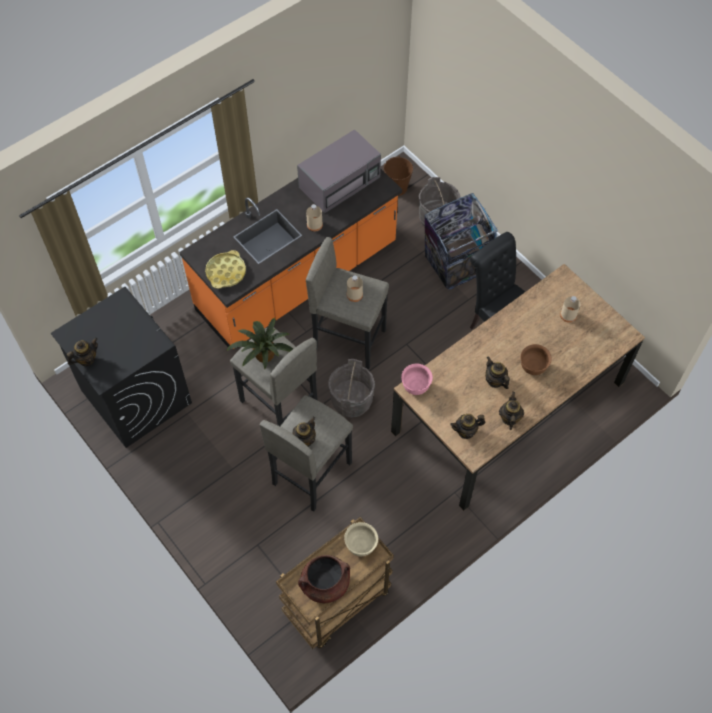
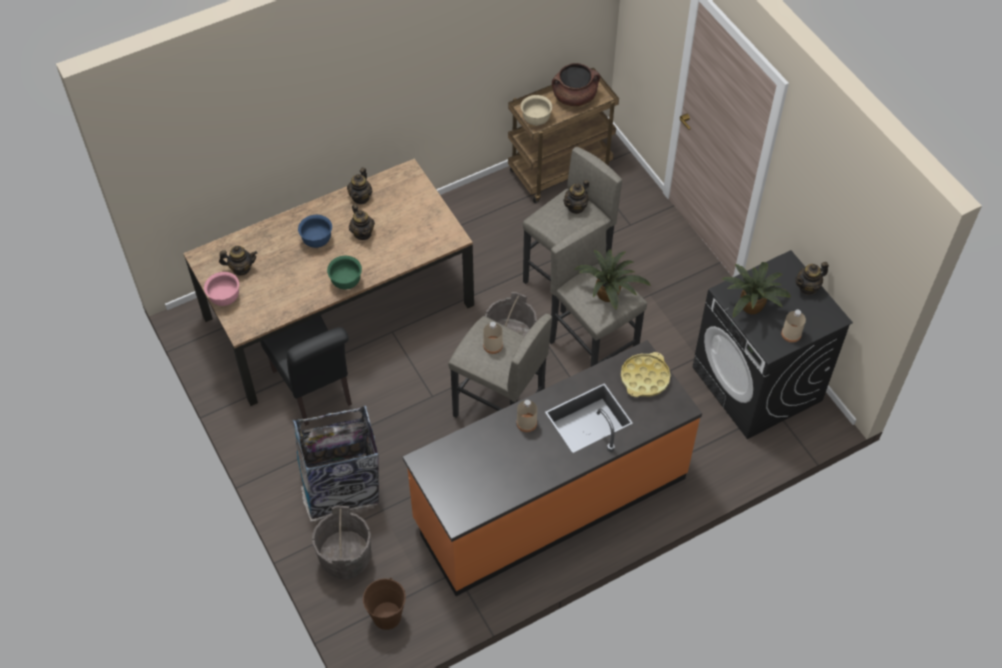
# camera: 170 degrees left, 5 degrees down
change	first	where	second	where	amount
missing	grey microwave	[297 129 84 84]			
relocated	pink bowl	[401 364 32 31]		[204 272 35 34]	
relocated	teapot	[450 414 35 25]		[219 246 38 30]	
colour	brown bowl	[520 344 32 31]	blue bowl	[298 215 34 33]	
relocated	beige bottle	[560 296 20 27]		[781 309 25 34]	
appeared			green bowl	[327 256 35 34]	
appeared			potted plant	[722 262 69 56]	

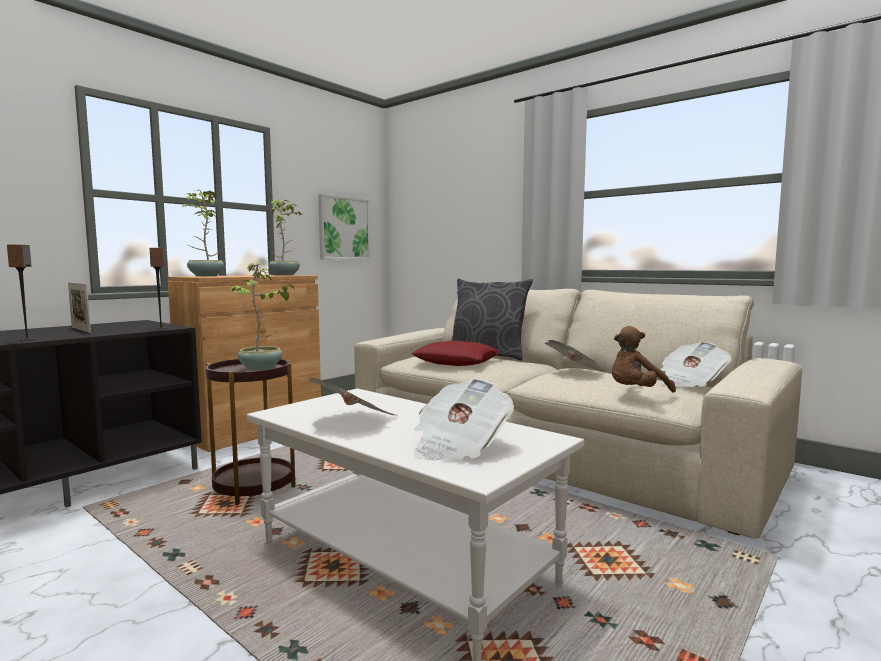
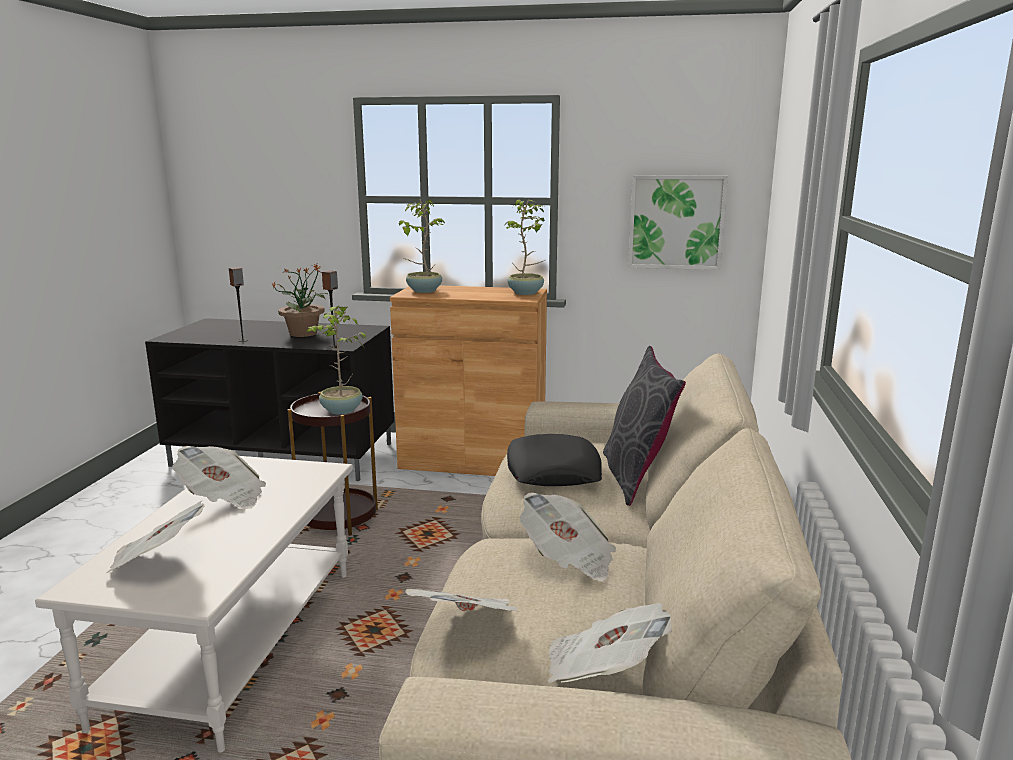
# camera: 60 degrees right, 10 degrees up
change	first	where	second	where	amount
exchanged	picture frame	[68 282 23 51]	potted plant	[270 264 59 73]	
colour	red pillow	[411 340 90 26]	black pillow	[507 434 95 52]	
exchanged	brown plush toy	[612 326 64 67]	newspaper	[405 589 114 23]	

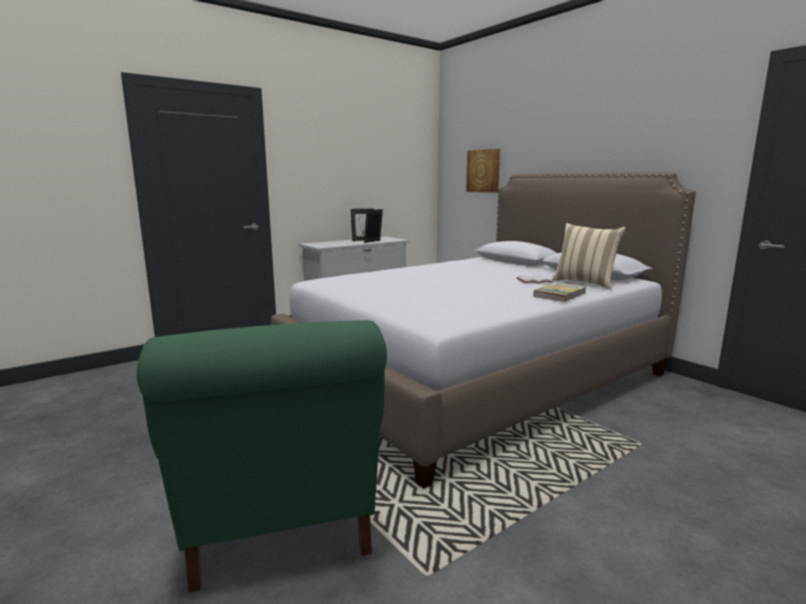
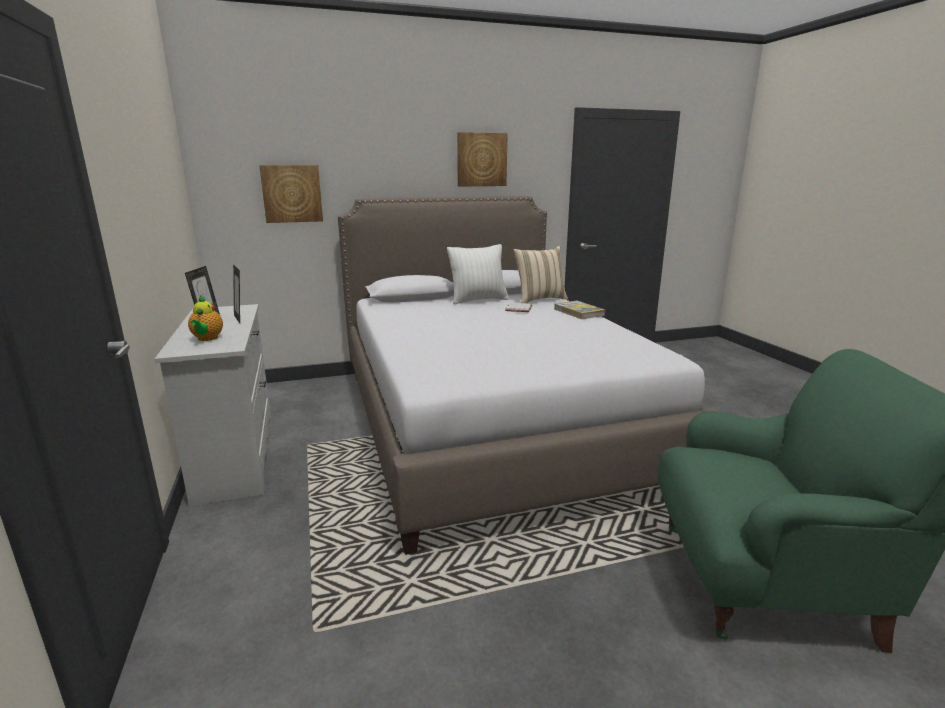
# camera: 70 degrees left, 5 degrees up
change	first	where	second	where	amount
appeared			teapot	[188 295 35 46]	
appeared			white pillow	[447 244 62 60]	
appeared			picture	[457 132 51 54]	

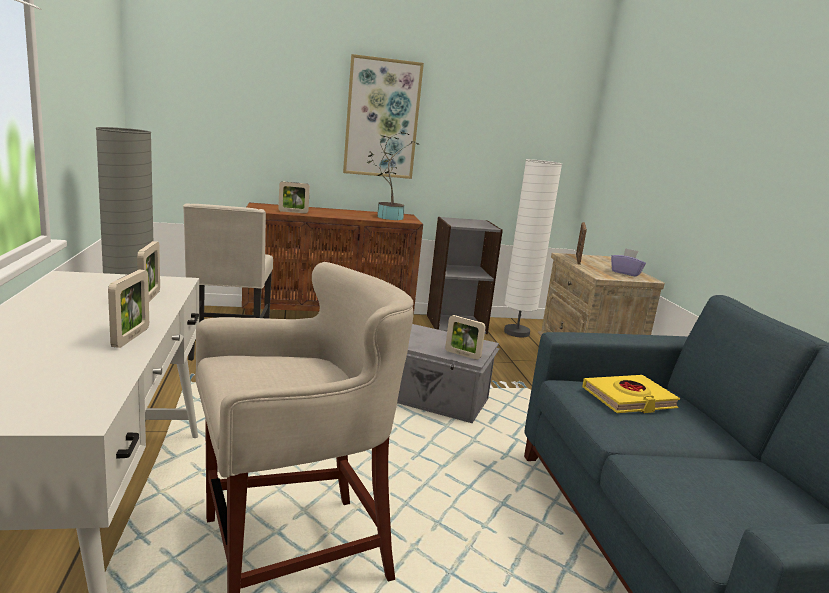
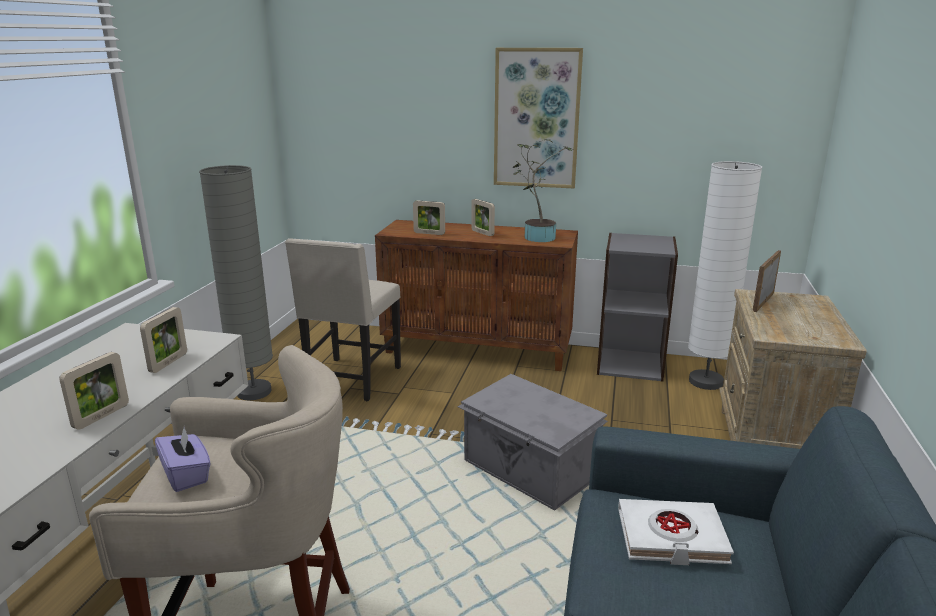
# camera: 25 degrees right, 5 degrees up
change	first	where	second	where	amount
relocated	picture frame	[445 315 41 45]		[471 199 24 37]	
colour	yellow book	[582 375 98 38]	white book	[618 499 116 66]	
relocated	purple tissue box	[611 248 35 29]		[155 428 56 64]	

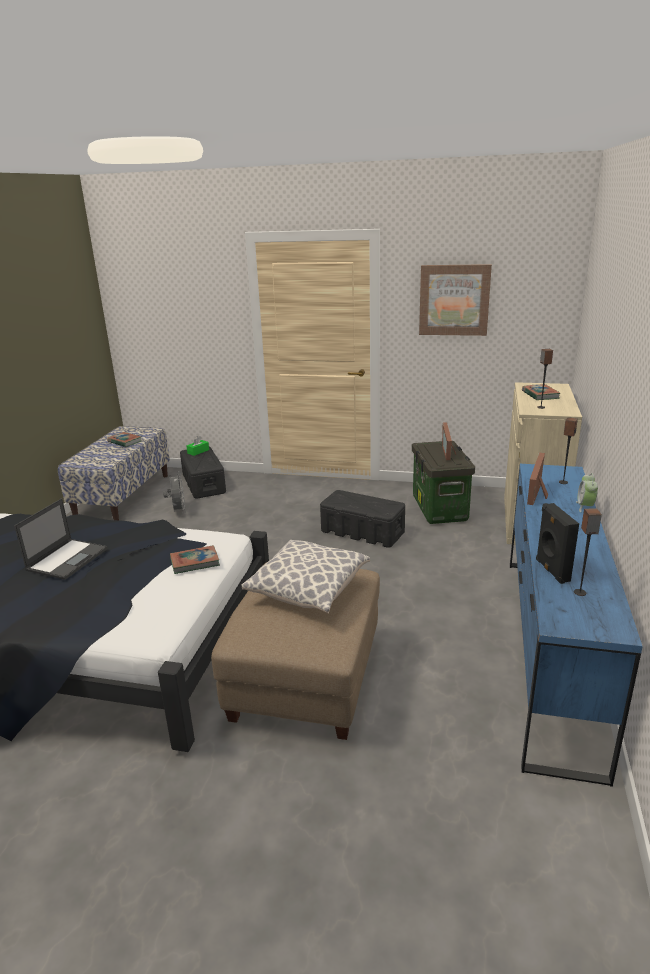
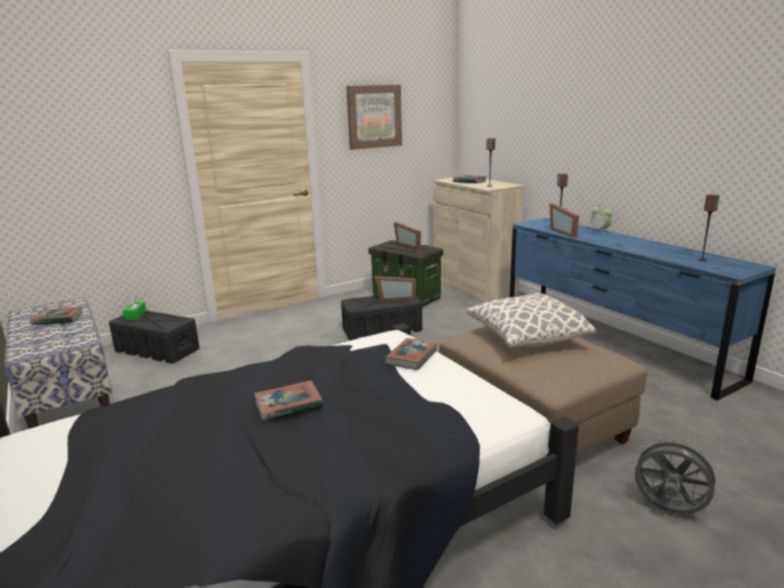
# camera: 45 degrees left, 5 degrees down
change	first	where	second	where	amount
exchanged	laptop	[14 498 94 82]	book	[254 380 69 42]	
relocated	grey fan	[163 471 23 42]		[632 437 90 77]	
missing	black speaker	[536 503 43 81]			
appeared			picture frame	[375 276 41 25]	

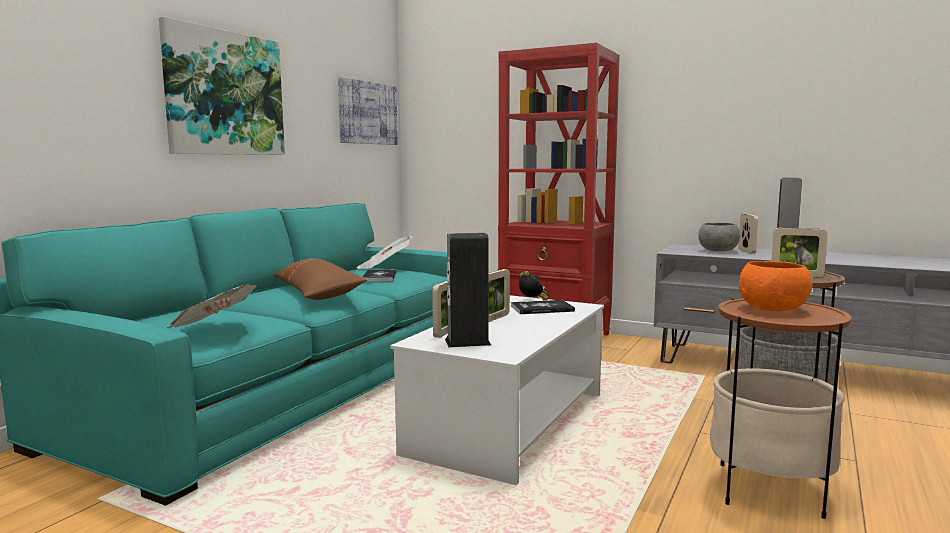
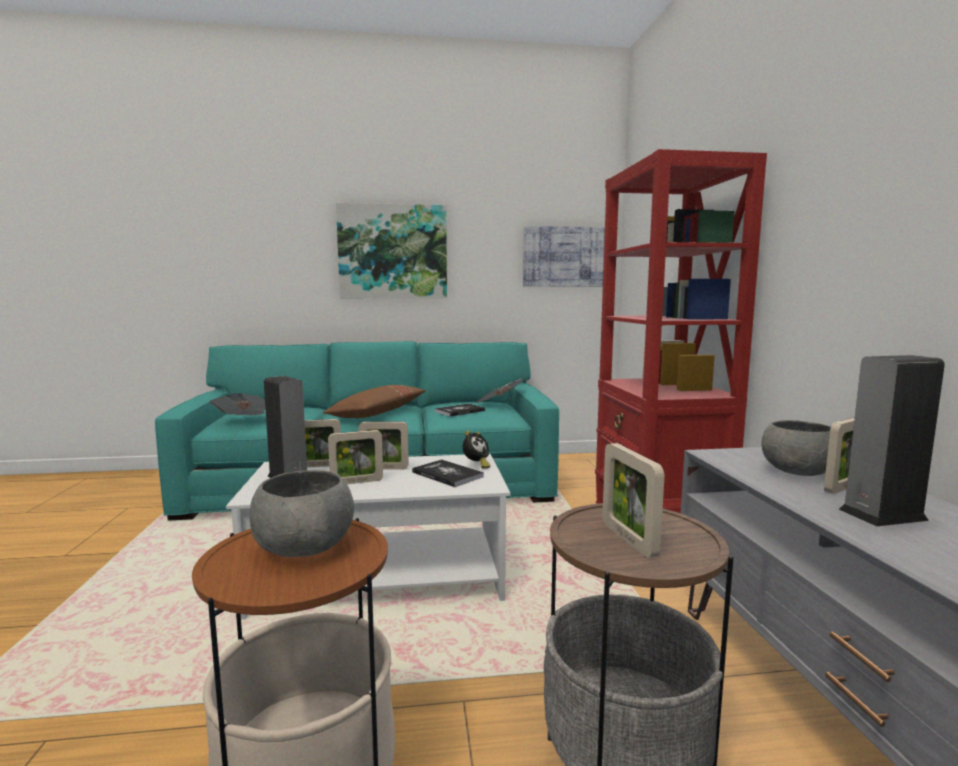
# camera: 55 degrees right, 0 degrees up
change	first	where	second	where	amount
colour	orange bowl	[739 261 74 50]	grey bowl	[250 470 104 87]	
appeared			picture frame	[328 430 55 54]	

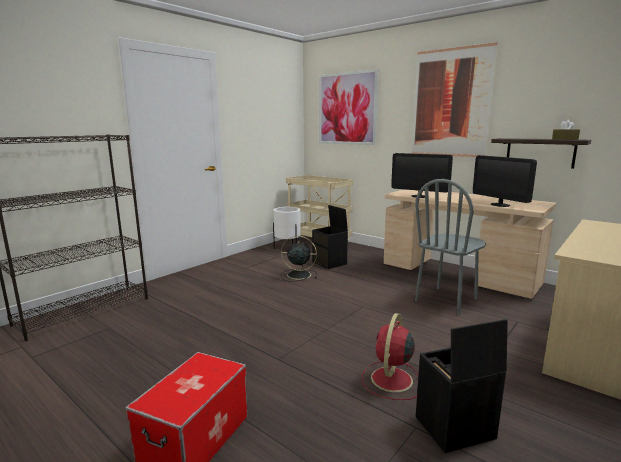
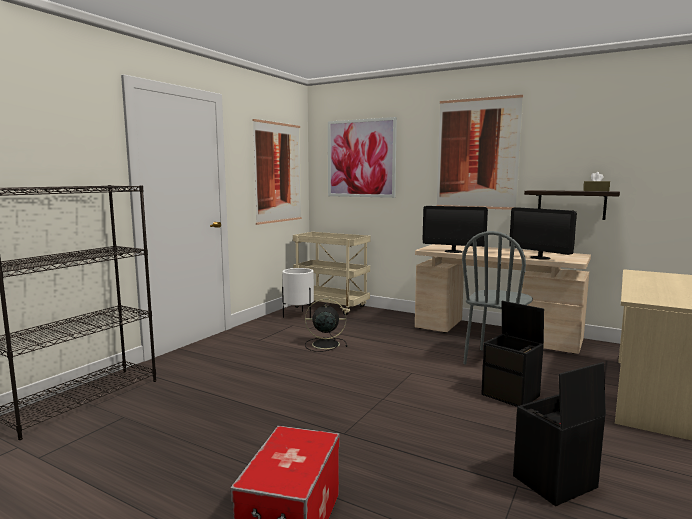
# camera: 10 degrees left, 5 degrees down
change	first	where	second	where	amount
relocated	black storage box	[312 205 36 64]		[481 301 63 106]	
missing	red fan	[362 313 56 87]			
appeared			picture	[252 119 50 106]	

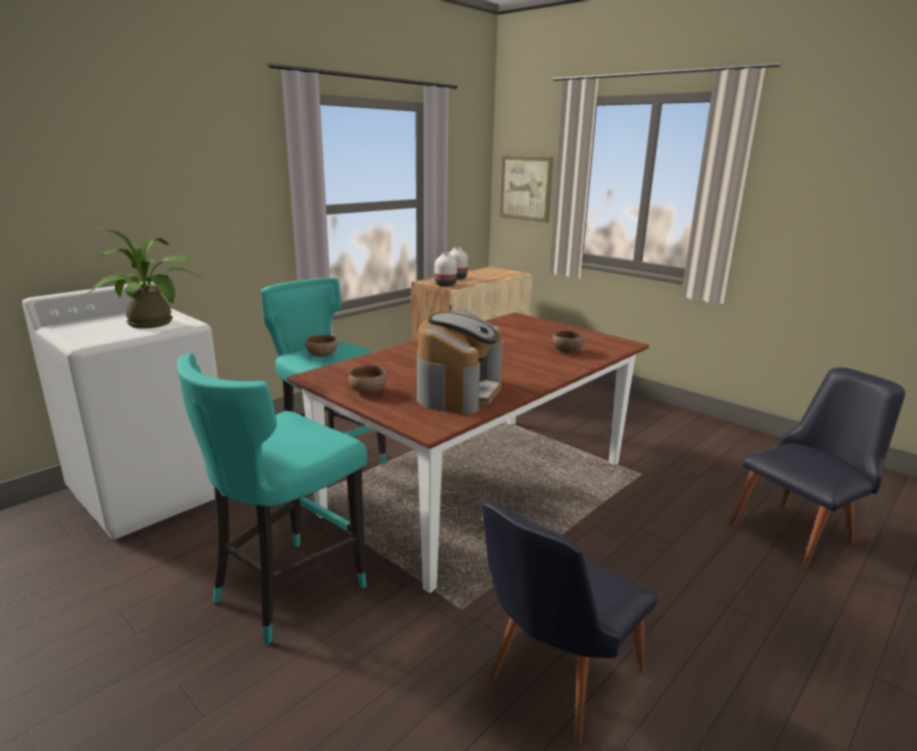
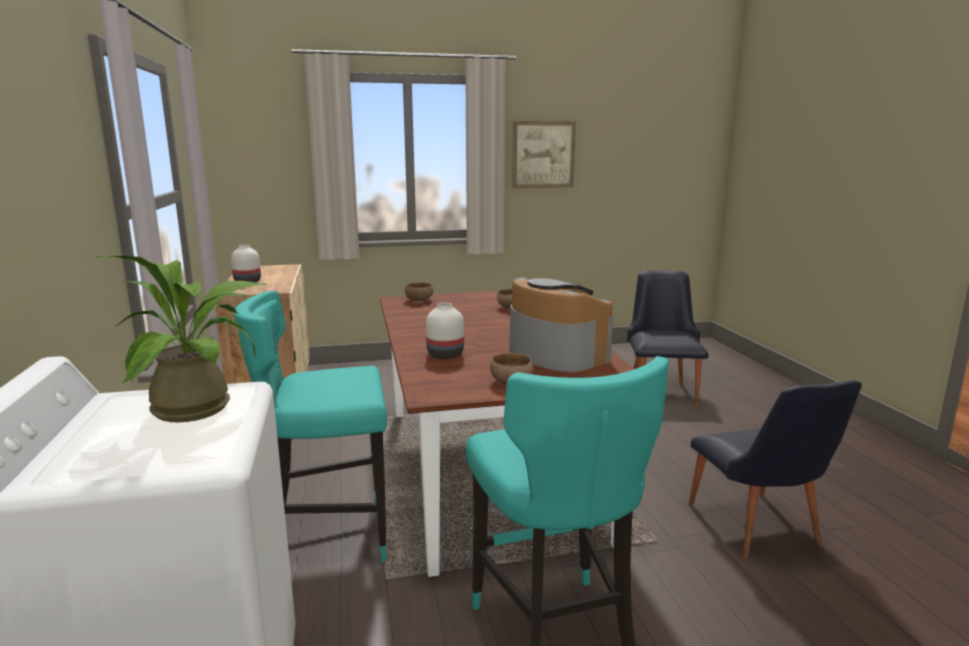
# camera: 55 degrees left, 5 degrees down
change	first	where	second	where	amount
relocated	brown bowl	[306 335 32 22]		[405 282 28 19]	
relocated	white vase	[435 253 22 33]		[426 302 38 57]	
relocated	picture	[500 156 53 67]		[512 121 64 67]	

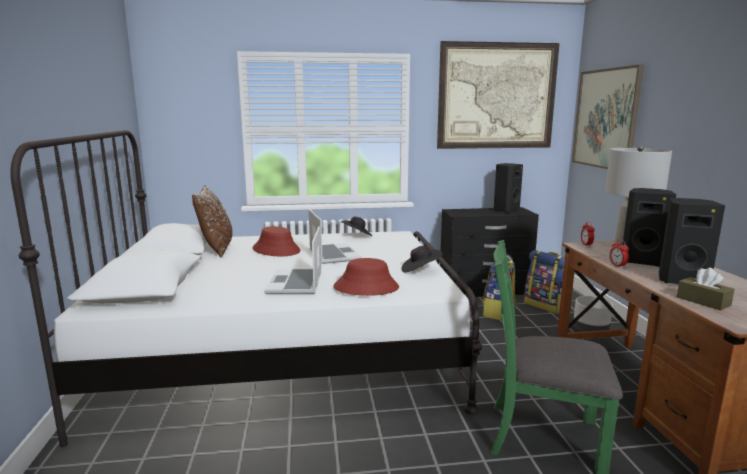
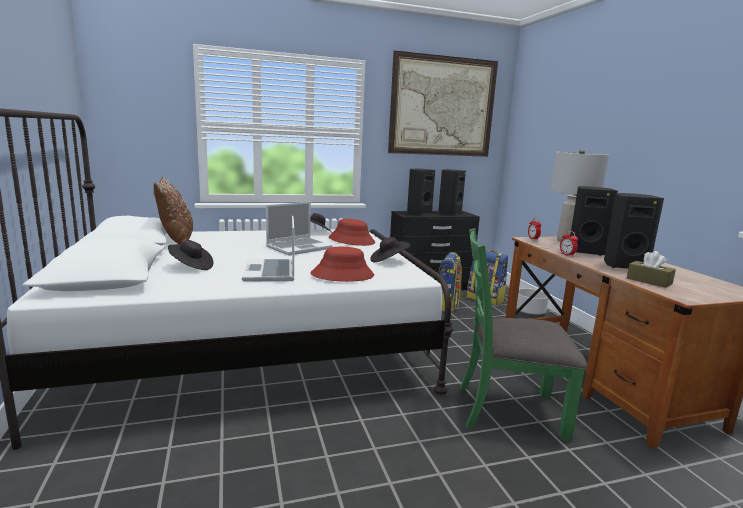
# camera: 10 degrees left, 0 degrees up
change	first	where	second	where	amount
relocated	red hat	[253 226 47 30]		[329 219 46 27]	
spun	laptop	[309 209 53 55]		[266 202 66 54]	75 degrees clockwise
missing	picture	[572 64 72 105]			
appeared			black hat	[168 240 45 30]	
appeared			black speaker	[407 169 28 46]	

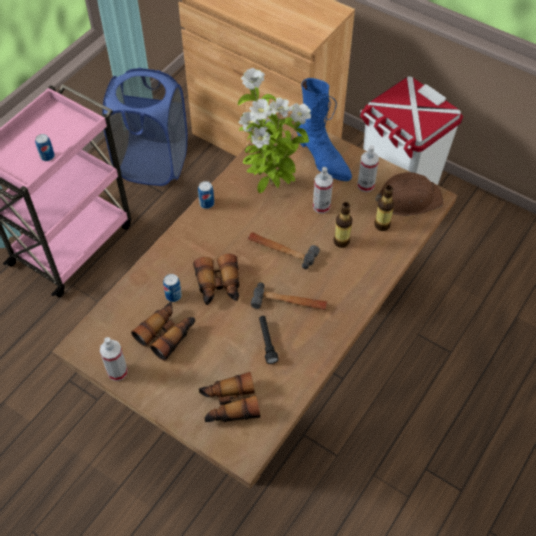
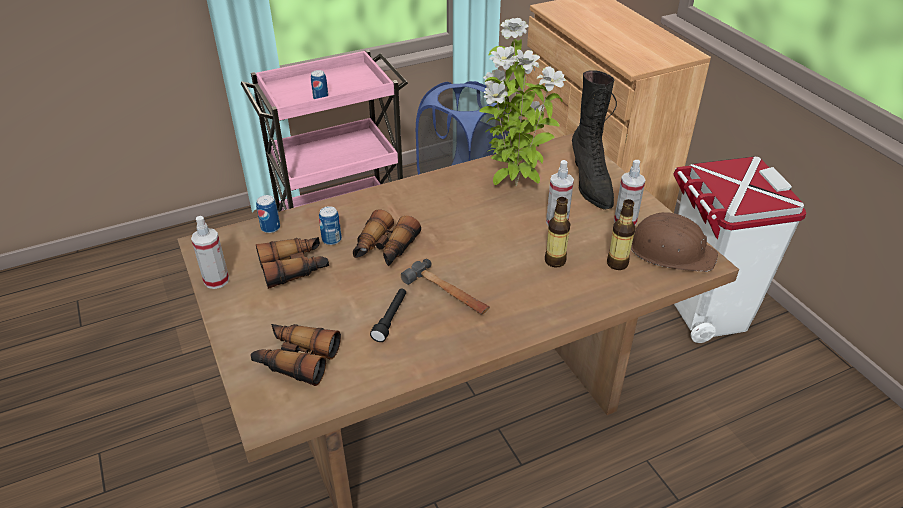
# camera: 30 degrees right, 15 degrees down
change	first	where	second	where	amount
relocated	can	[198 181 16 28]		[256 195 24 38]	
missing	hammer	[248 232 72 37]			
colour	blue boot	[296 78 56 103]	black boot	[572 70 45 140]	

